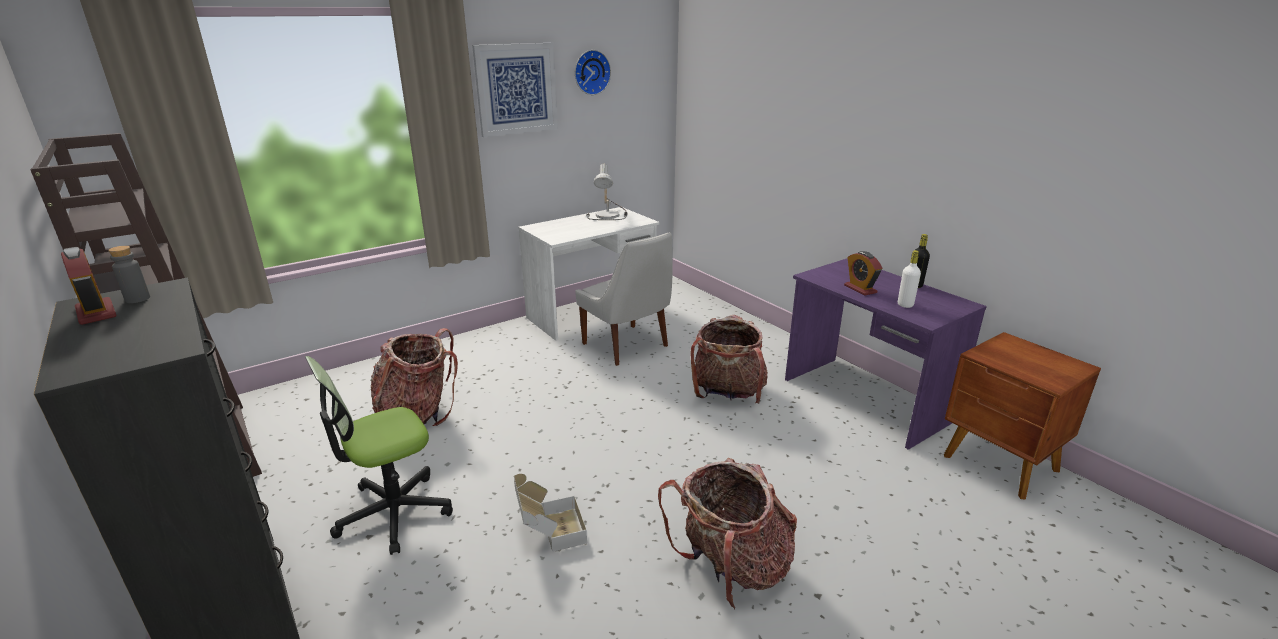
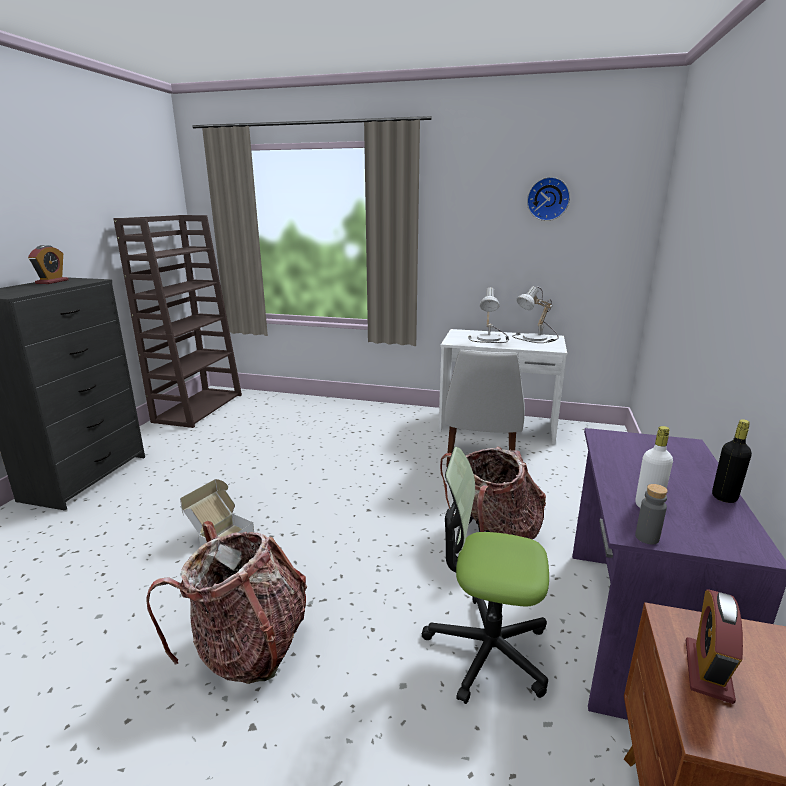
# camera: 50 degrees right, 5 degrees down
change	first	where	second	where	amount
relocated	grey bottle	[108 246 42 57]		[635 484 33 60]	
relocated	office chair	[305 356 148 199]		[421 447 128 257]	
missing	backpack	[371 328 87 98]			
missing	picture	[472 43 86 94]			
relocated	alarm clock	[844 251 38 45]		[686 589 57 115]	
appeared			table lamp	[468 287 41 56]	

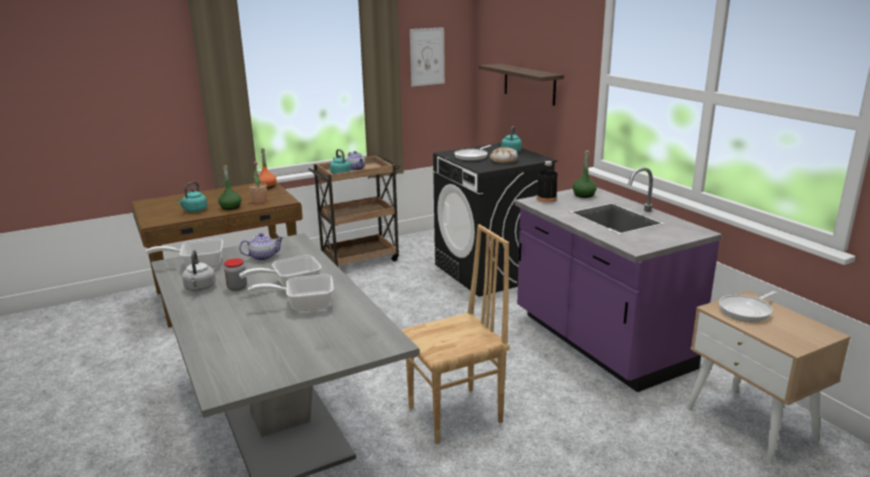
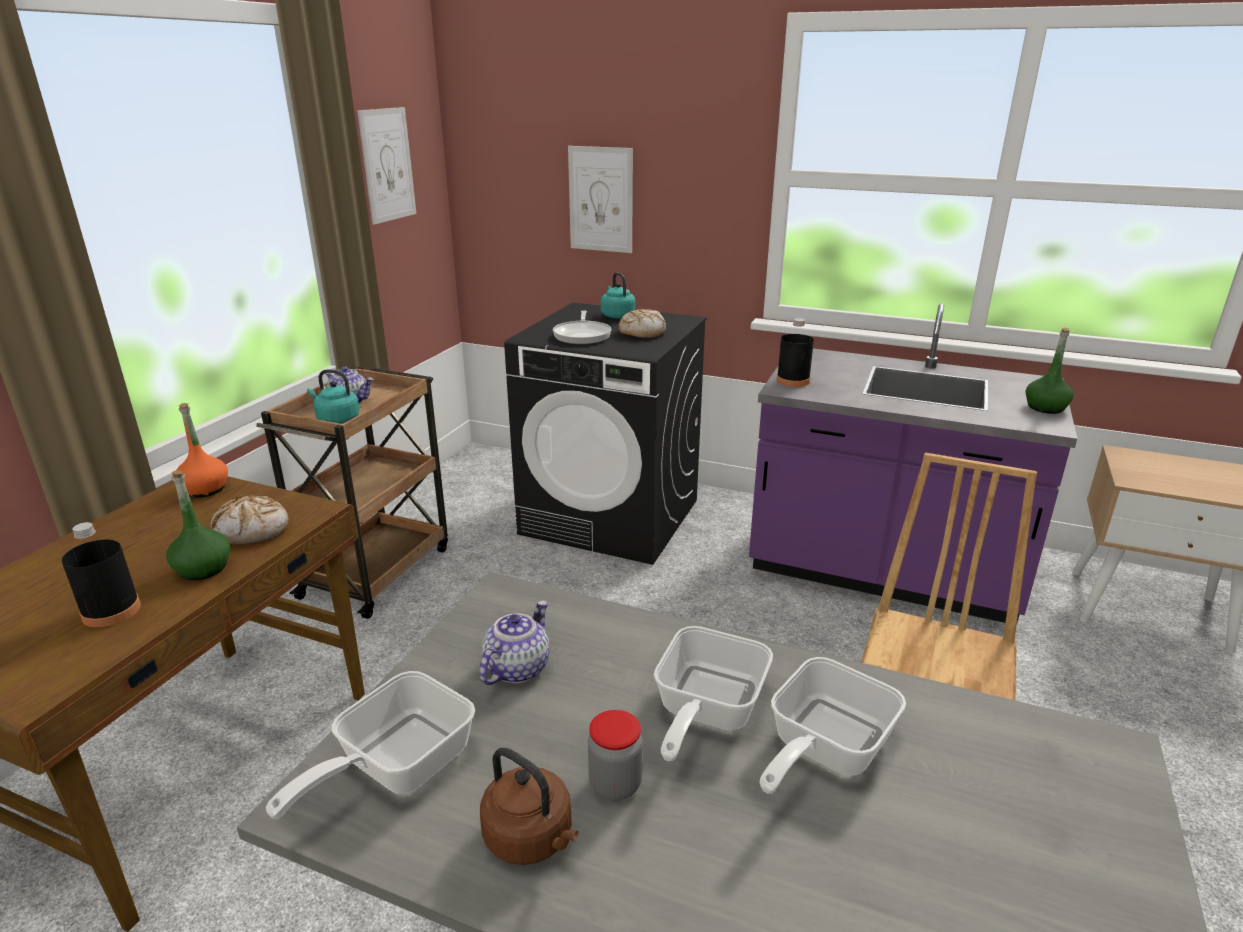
# camera: 40 degrees left, 5 degrees up
change	first	where	second	where	amount
exchanged	turquoise kettle	[177 182 30 30]	black bottle	[62 522 79 105]	
colour	grey kettle	[182 250 34 41]	brown kettle	[480 747 98 118]	
exchanged	potted plant	[249 161 18 43]	bread	[210 496 79 49]	
exchanged	shelf	[479 64 85 42]	picture	[568 146 65 107]	
relocated	green bottle	[573 151 24 47]		[1026 328 48 86]	
missing	frying pan	[719 291 58 31]			

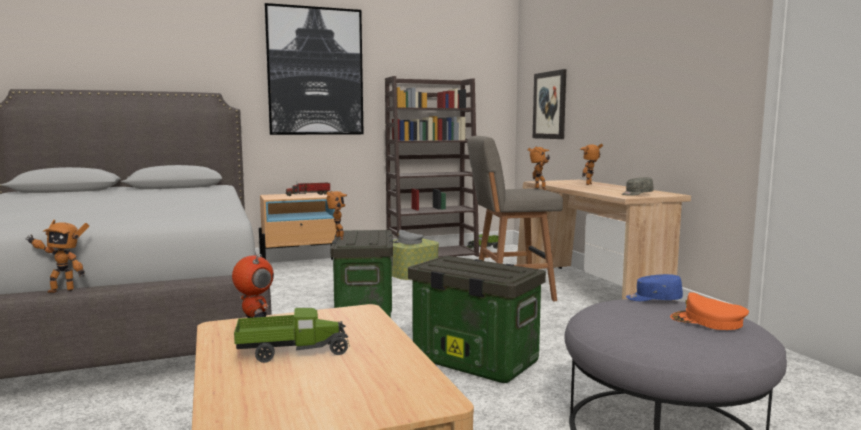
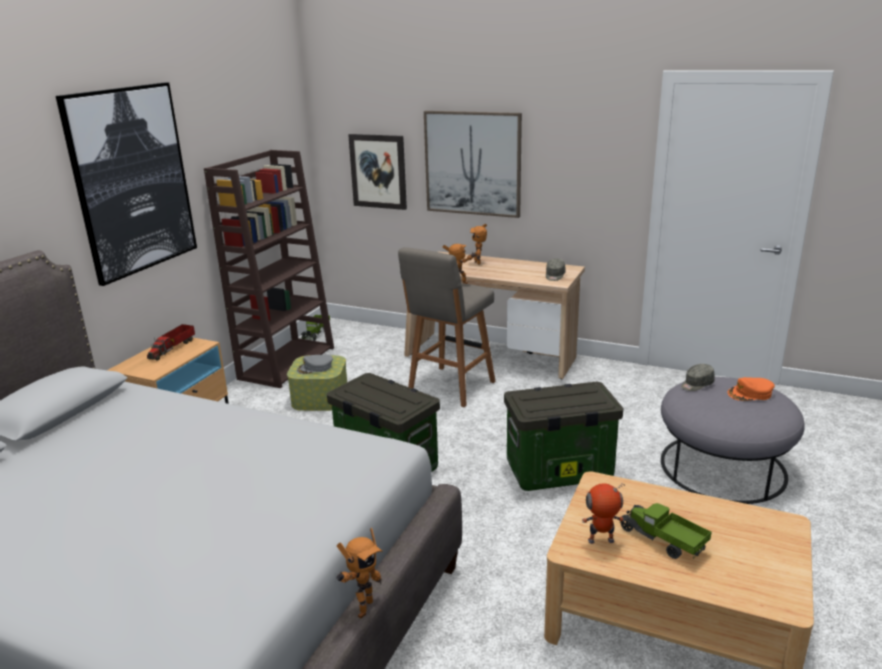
# camera: 45 degrees left, 15 degrees up
change	first	where	second	where	amount
spun	toy truck	[234 308 115 55]		[621 503 91 56]	75 degrees counterclockwise
missing	toy robot	[326 191 21 48]			
colour	blue cap	[626 274 57 27]	grey cap	[681 364 34 27]	
appeared			picture	[424 111 98 107]	

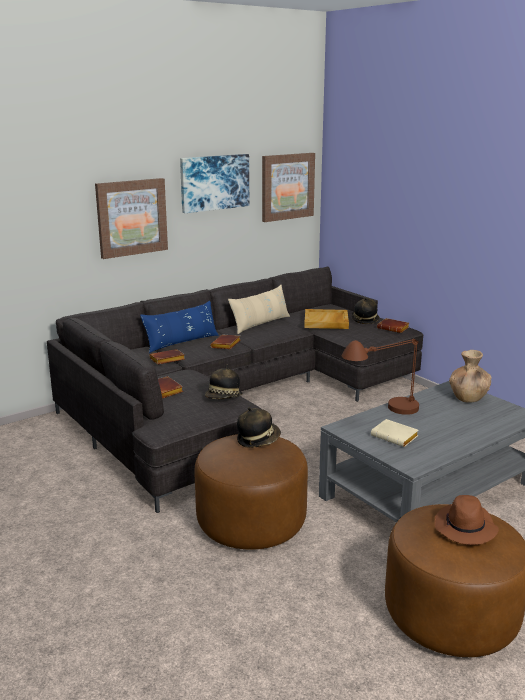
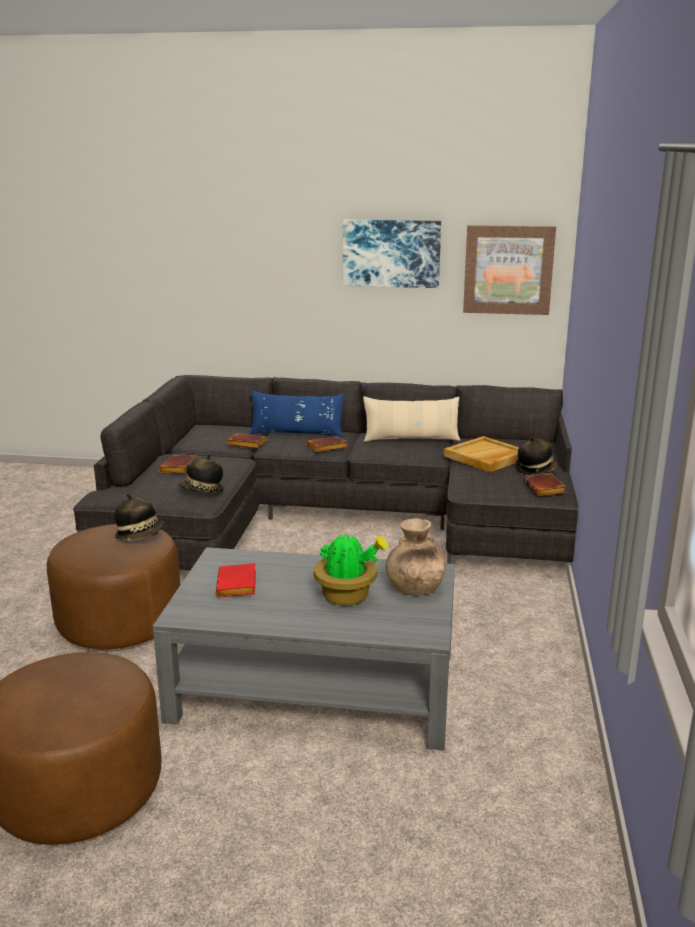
# camera: 45 degrees right, 0 degrees up
change	first	where	second	where	amount
missing	picture	[95 178 73 81]			
missing	brown table lamp	[342 339 77 76]			
colour	beige book	[371 419 48 28]	red book	[216 563 40 34]	
missing	brown hat	[435 495 64 50]			
appeared			potted plant	[314 528 74 77]	

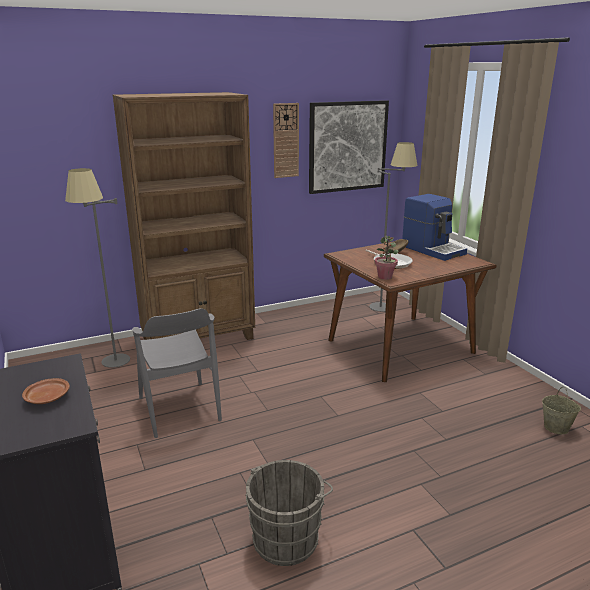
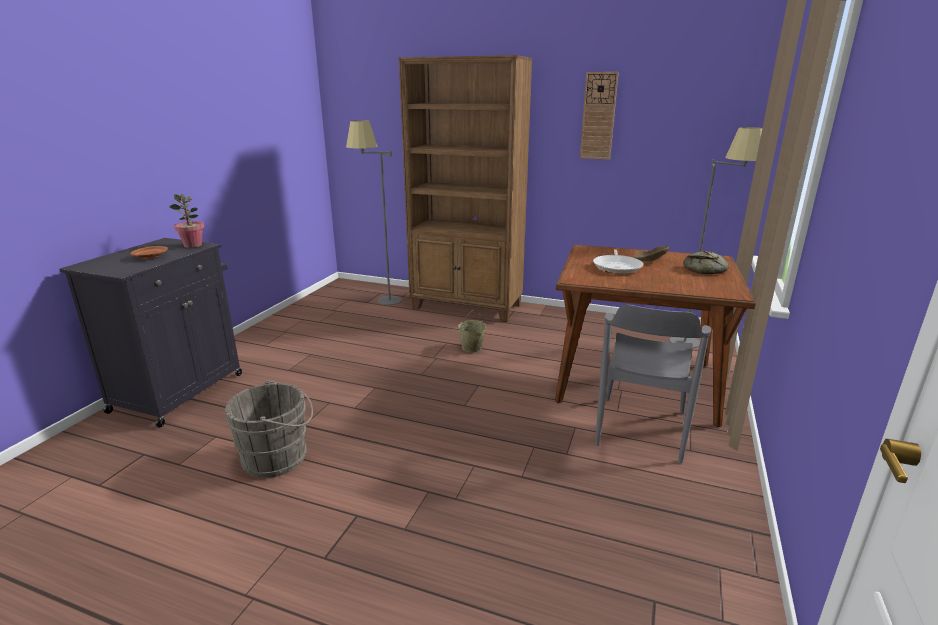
# camera: 45 degrees right, 0 degrees up
change	first	where	second	where	amount
relocated	grey chair	[132 308 90 130]		[595 305 116 158]	
missing	picture	[309 100 80 94]			
relocated	potted plant	[374 236 24 44]		[170 194 34 54]	
exchanged	coffee machine	[402 194 65 67]	bread	[683 250 46 24]	
relocated	beige bucket	[542 387 39 47]		[458 310 28 43]	

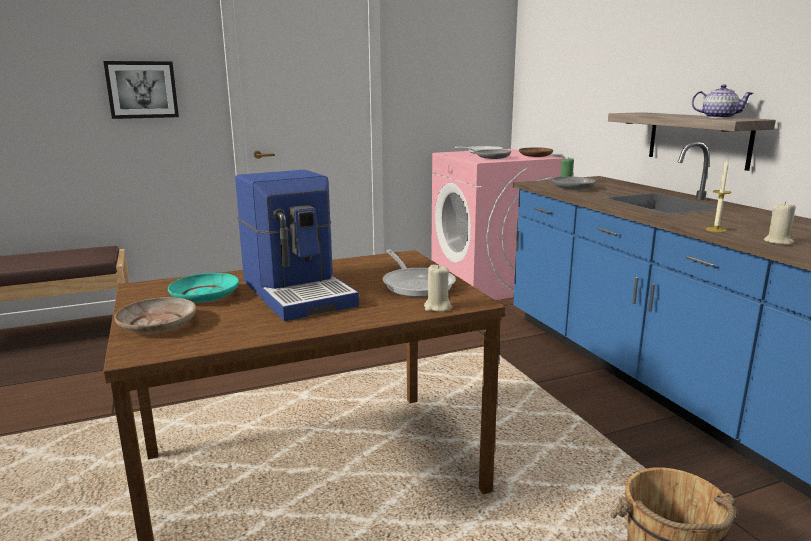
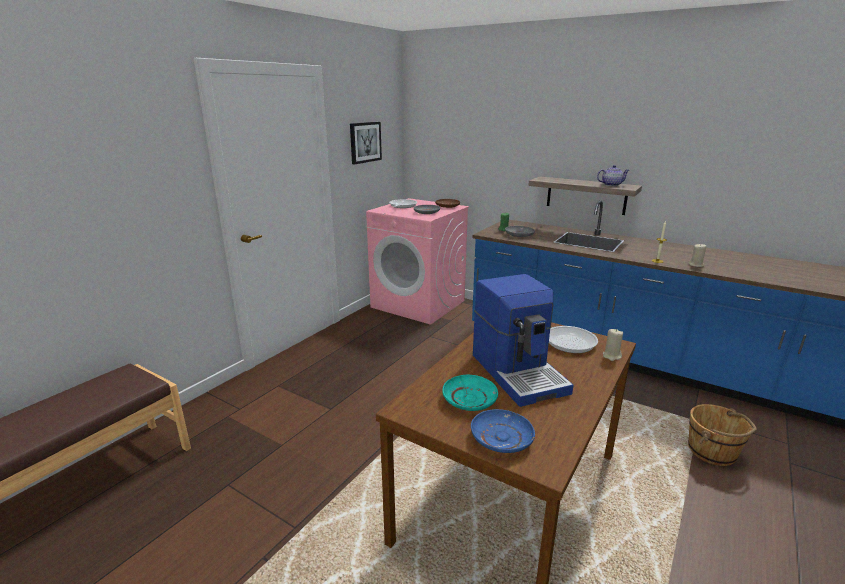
# camera: 35 degrees left, 5 degrees up
change	first	where	second	where	amount
relocated	picture	[103 61 76 58]		[350 122 32 42]	
colour	beige plate	[114 297 82 36]	blue plate	[471 409 64 44]	
spun	coffee machine	[235 170 124 151]		[473 274 101 133]	45 degrees clockwise

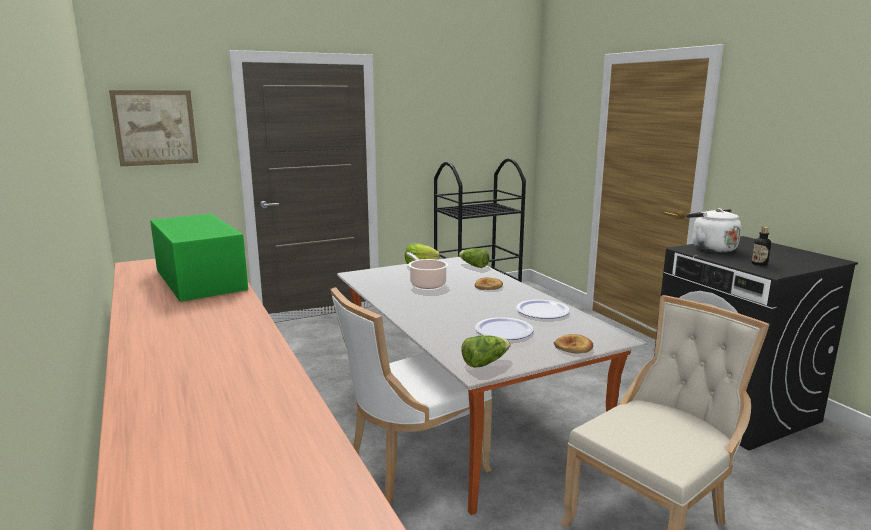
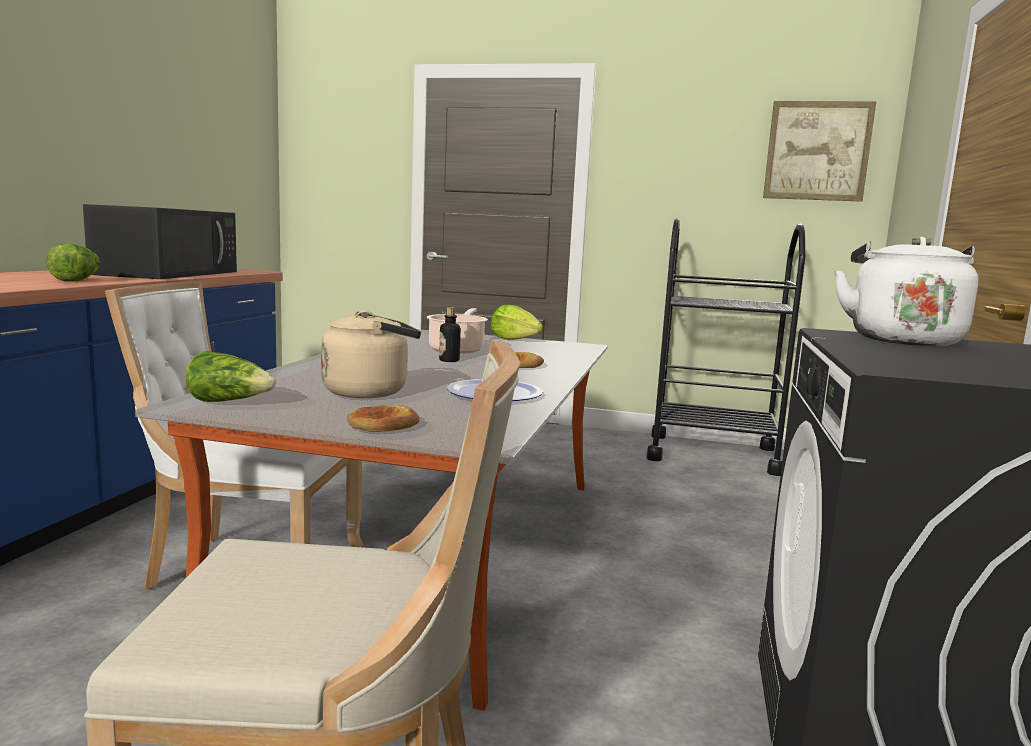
# camera: 40 degrees right, 5 degrees down
change	first	where	second	where	amount
relocated	picture	[109 90 89 76]		[763 101 113 101]	
colour	green microwave	[150 214 98 88]	black microwave	[83 204 154 75]	
relocated	lettuce	[459 248 30 20]		[46 244 54 38]	
exchanged	plate	[475 317 59 23]	beige kettle	[321 311 100 87]	
relocated	bottle	[751 227 20 39]		[439 307 22 55]	

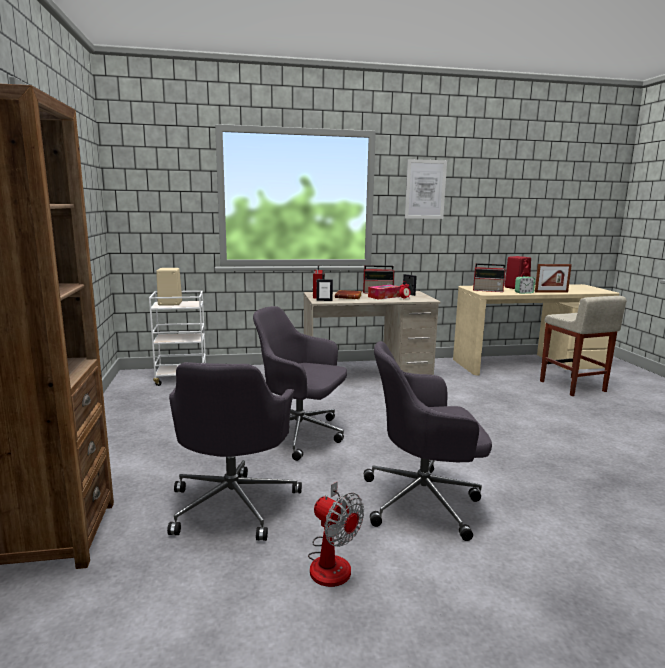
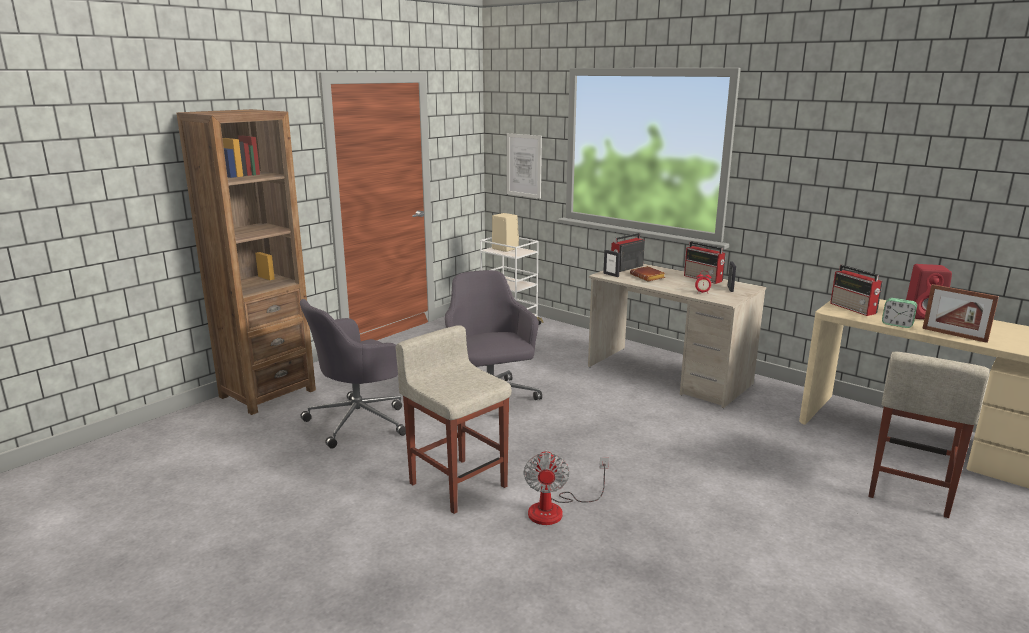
# camera: 50 degrees right, 5 degrees up
change	first	where	second	where	amount
relocated	fan	[308 482 56 105]		[523 450 86 75]	
exchanged	grey office chair	[364 341 128 200]	beige stool	[396 325 116 189]	
missing	tissue box	[368 285 33 14]			
relocated	picture	[405 159 42 60]		[507 133 35 66]	

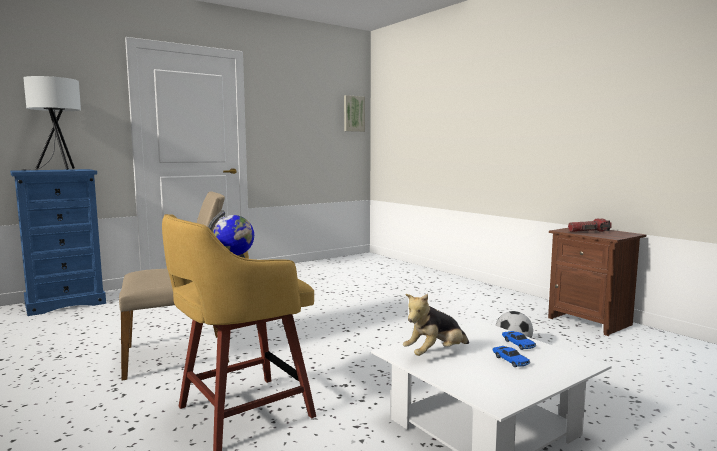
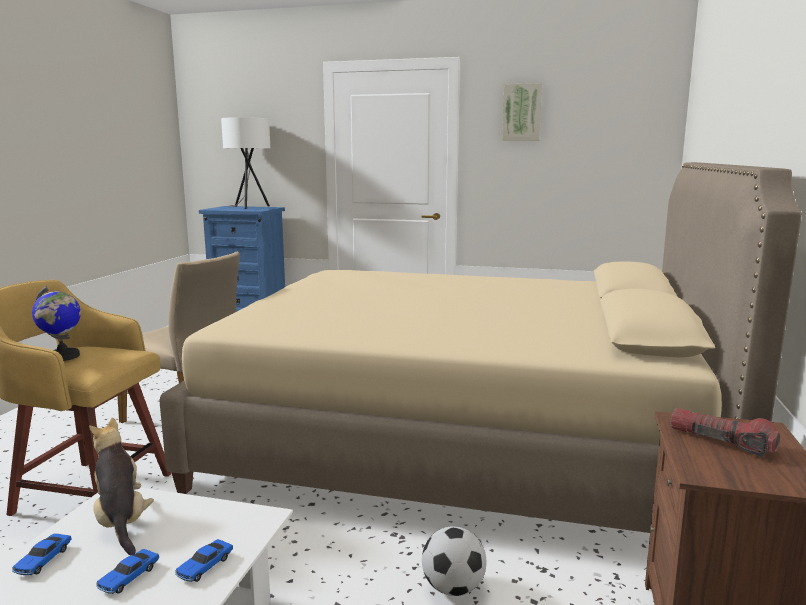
# camera: 50 degrees right, 5 degrees up
change	first	where	second	where	amount
relocated	picture	[344 95 21 37]		[502 83 40 58]	
spun	plush toy	[403 294 66 62]		[89 418 65 137]	45 degrees clockwise
appeared			toy car	[12 533 59 42]	
appeared			beige bed	[159 162 643 371]	

